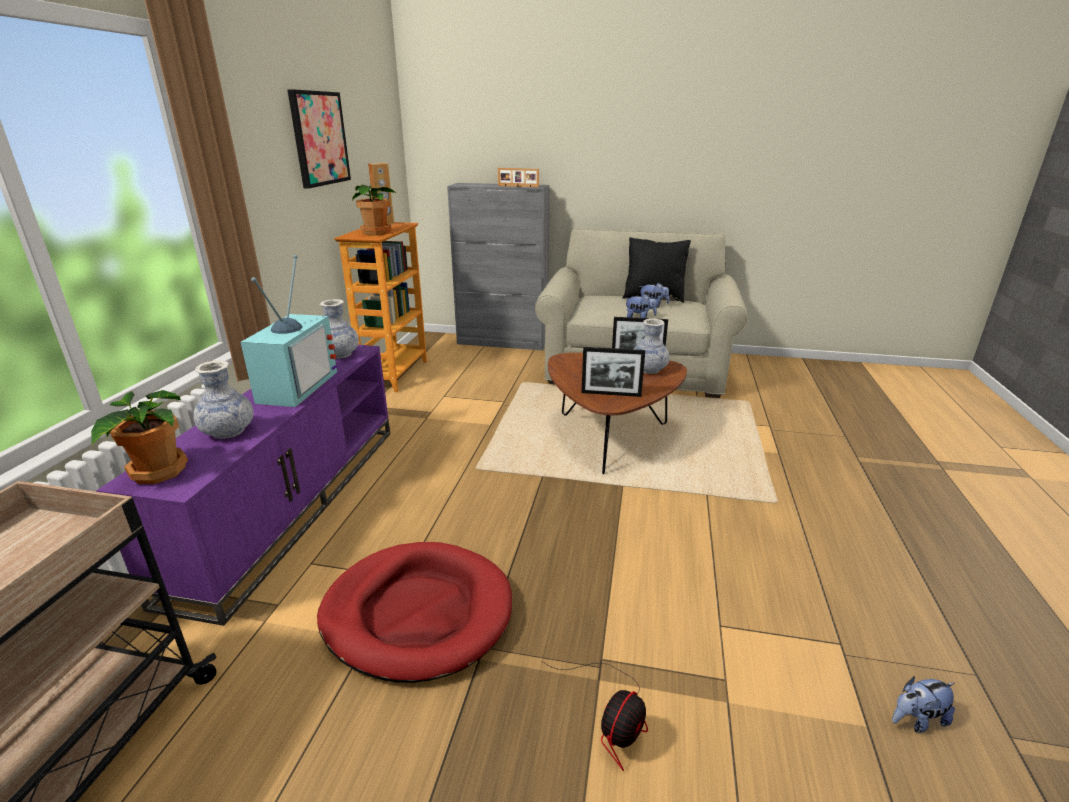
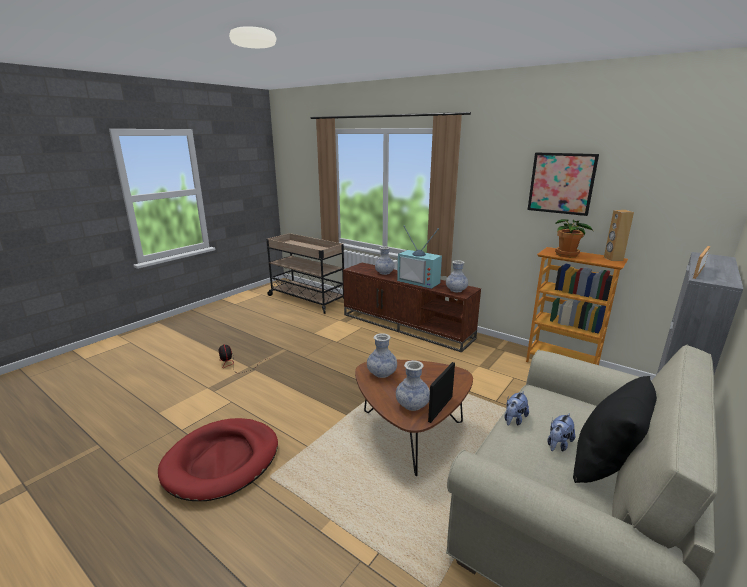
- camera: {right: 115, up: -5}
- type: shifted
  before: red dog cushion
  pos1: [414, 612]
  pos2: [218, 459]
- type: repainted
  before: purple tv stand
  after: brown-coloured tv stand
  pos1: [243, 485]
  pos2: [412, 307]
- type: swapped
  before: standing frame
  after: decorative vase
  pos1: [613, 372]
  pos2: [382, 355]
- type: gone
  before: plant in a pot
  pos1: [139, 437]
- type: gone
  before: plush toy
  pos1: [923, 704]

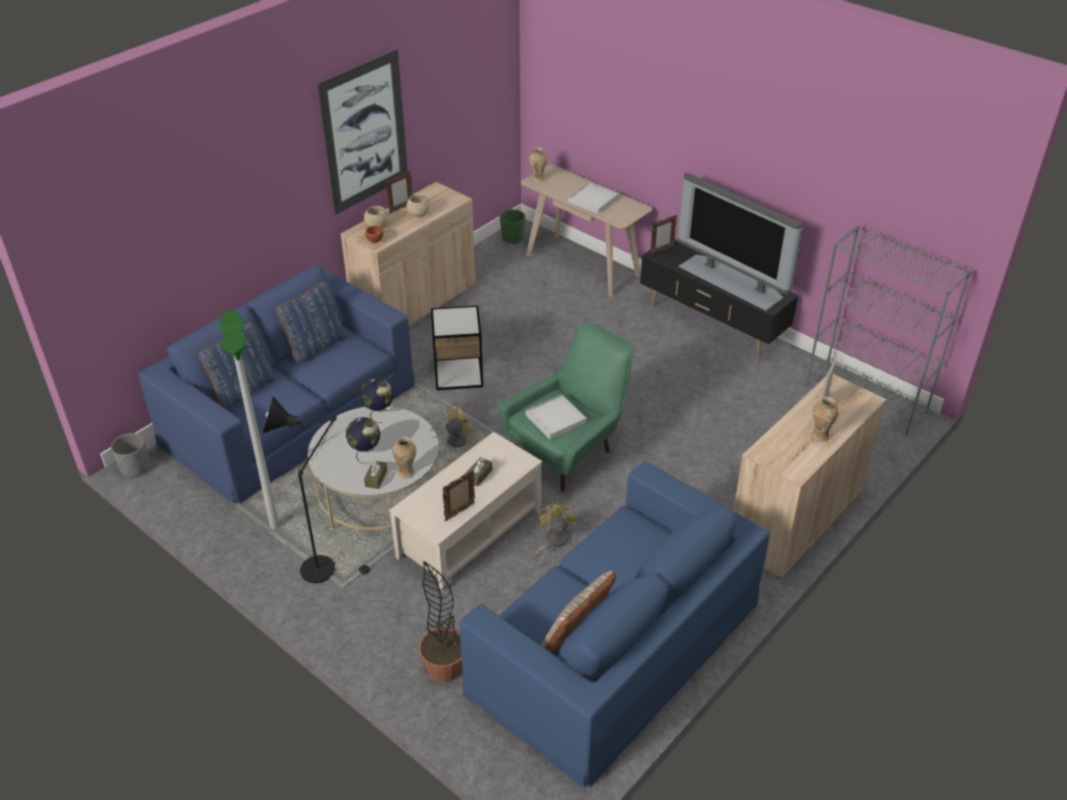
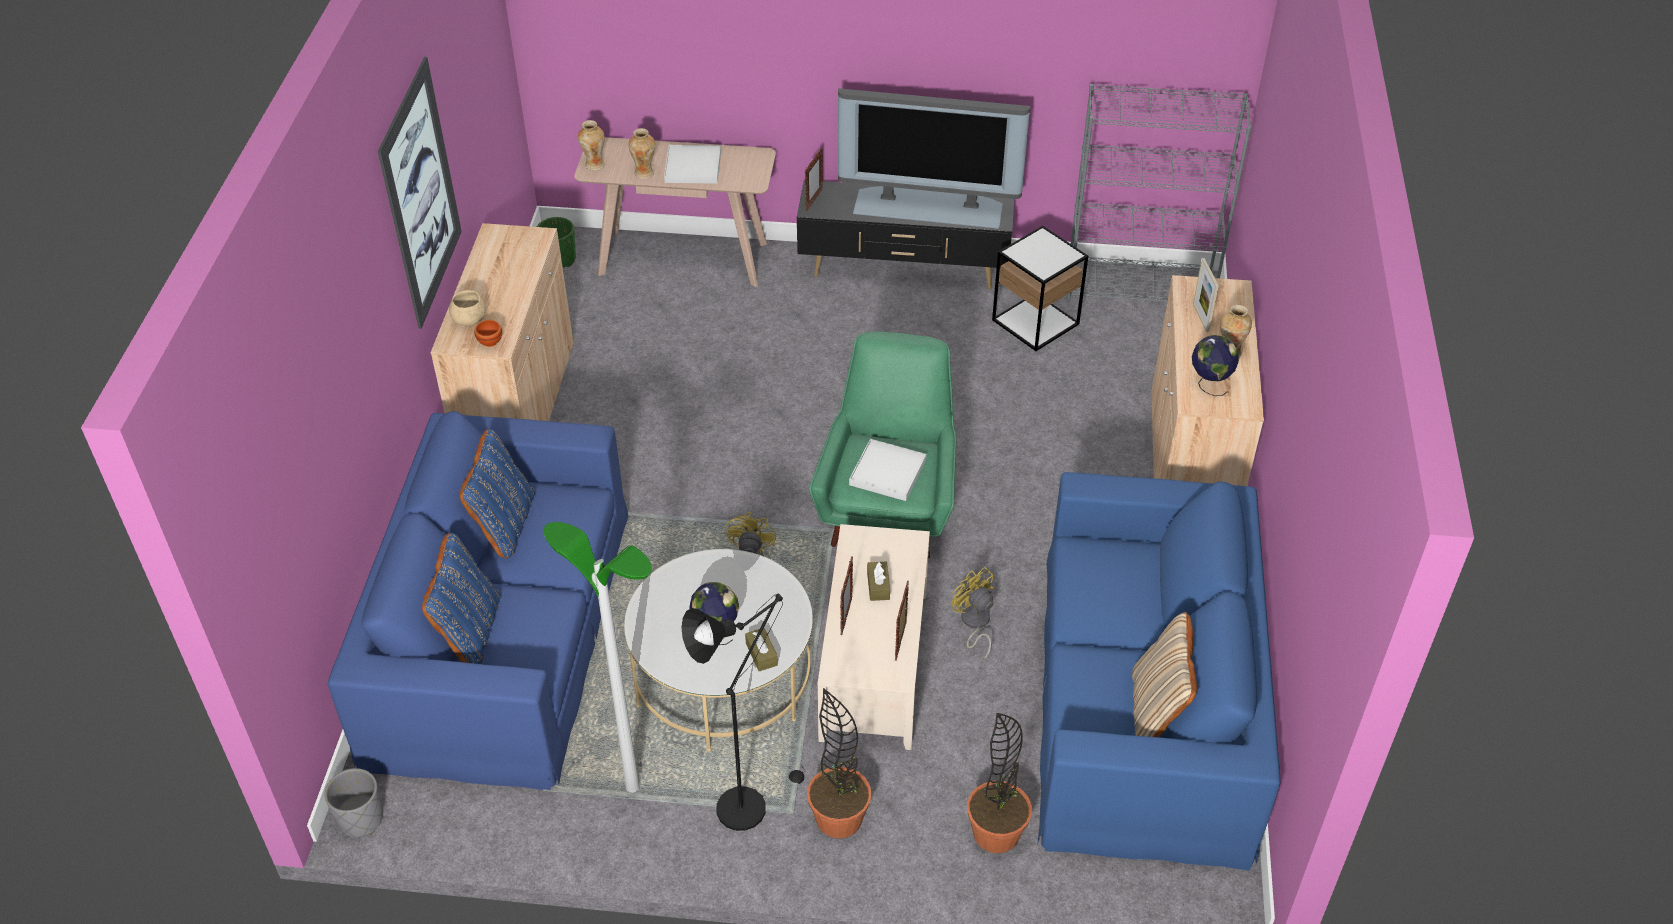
- camera: {right: -35, up: 5}
- type: shifted
  before: decorative vase
  pos1: [404, 457]
  pos2: [642, 153]
- type: new
  after: plant in a pot
  pos2: [839, 763]
- type: shifted
  before: standing frame
  pos1: [399, 192]
  pos2: [846, 595]
- type: shifted
  before: side table
  pos1: [457, 348]
  pos2: [1040, 288]
- type: shifted
  before: globe
  pos1: [376, 400]
  pos2: [1215, 365]
- type: gone
  before: beige-coloured deep dish
  pos1: [418, 205]

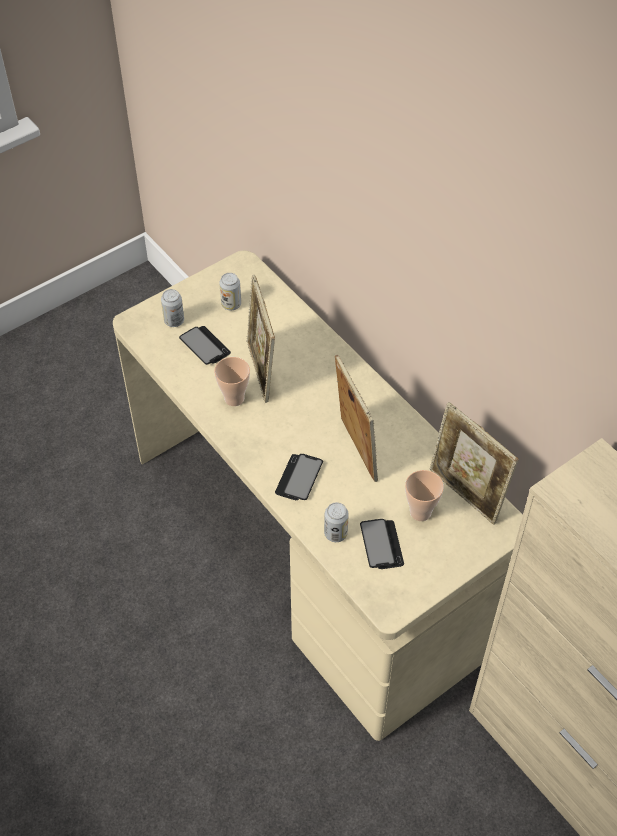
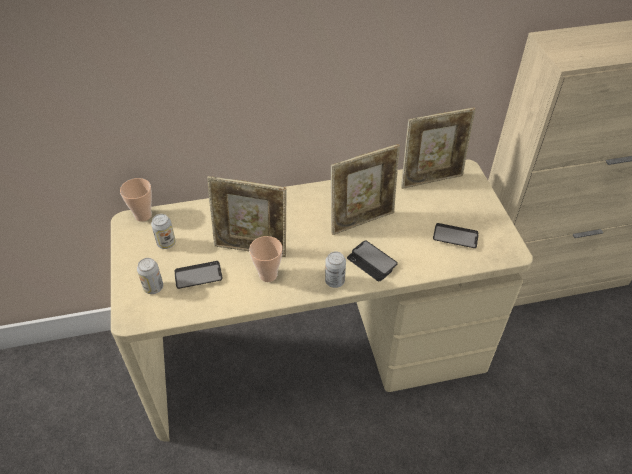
- camera: {right: -65, up: -5}
- type: shifted
  before: cup
  pos1: [424, 495]
  pos2: [136, 200]
- type: shifted
  before: can
  pos1: [336, 522]
  pos2: [335, 269]
- type: rotated
  before: standing frame
  pos1: [356, 418]
  pos2: [365, 189]
  turn: 150

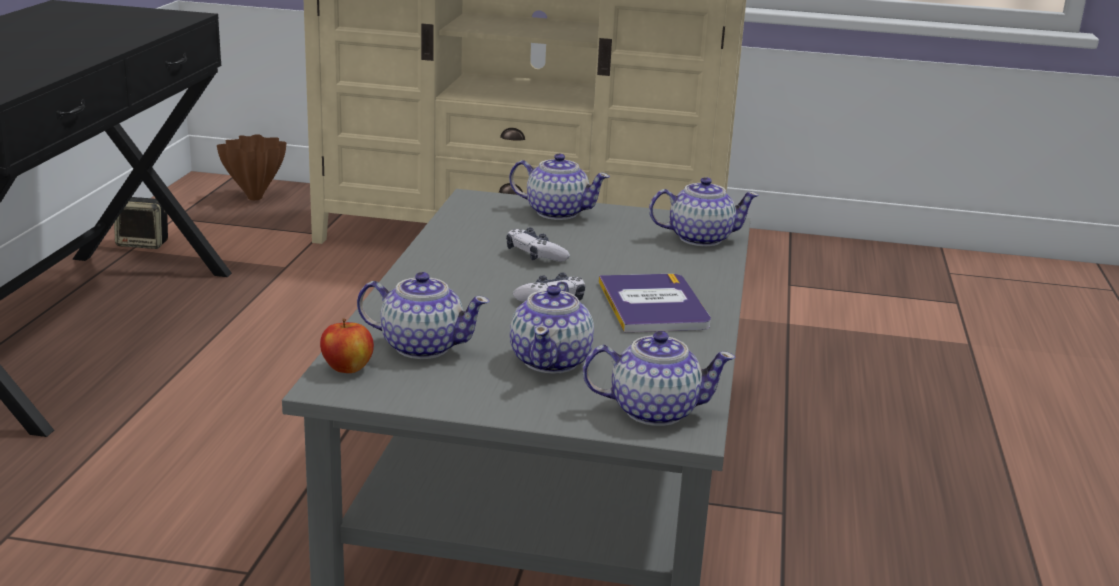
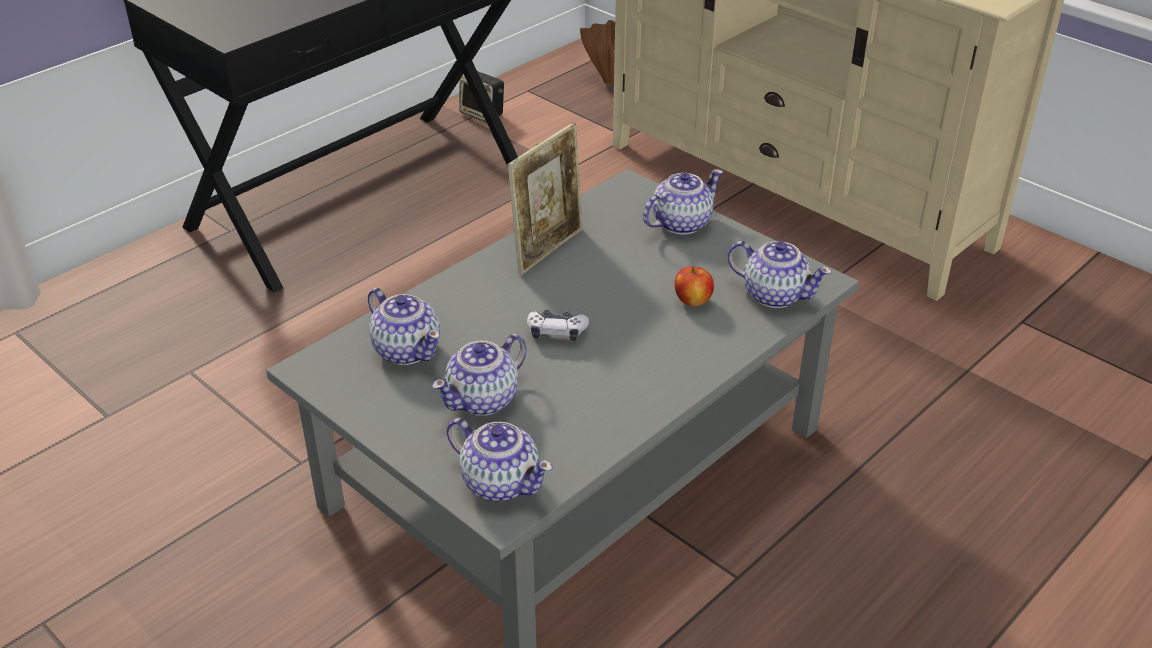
- camera: {right: 35, up: 15}
- type: new
  after: standing frame
  pos2: [545, 199]
- type: rotated
  before: teapot
  pos1: [559, 187]
  pos2: [683, 202]
  turn: -90
- type: shifted
  before: whole apple
  pos1: [347, 345]
  pos2: [694, 286]
- type: gone
  before: game controller
  pos1: [538, 245]
- type: gone
  before: volume
  pos1: [655, 303]

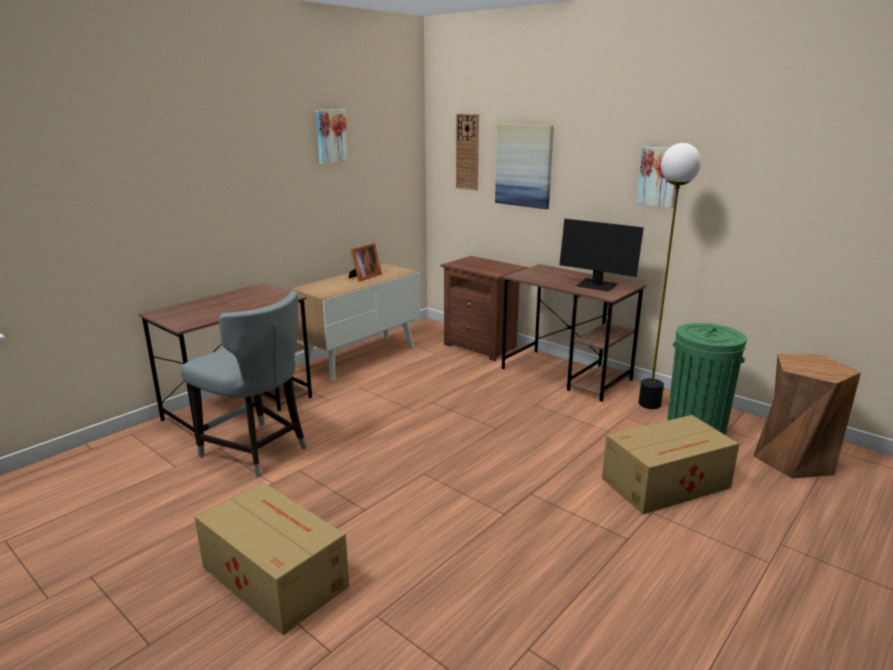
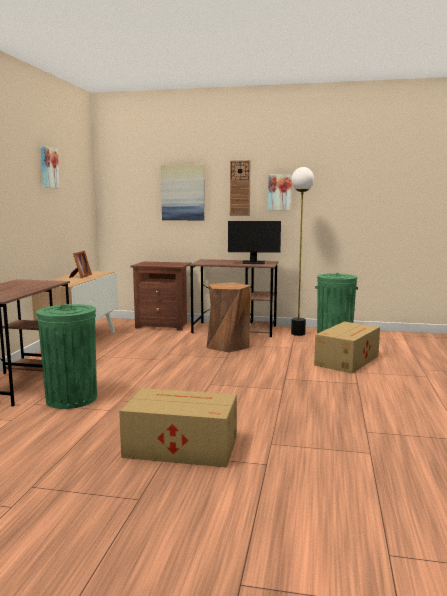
- camera: {right: -30, up: -10}
- type: swapped
  before: greyish plain chair
  after: greenish waste bin
  pos1: [244, 384]
  pos2: [66, 356]
- type: shifted
  before: brown-coloured stool seat
  pos1: [807, 416]
  pos2: [229, 317]
- type: shifted
  before: wall clock
  pos1: [467, 152]
  pos2: [240, 188]

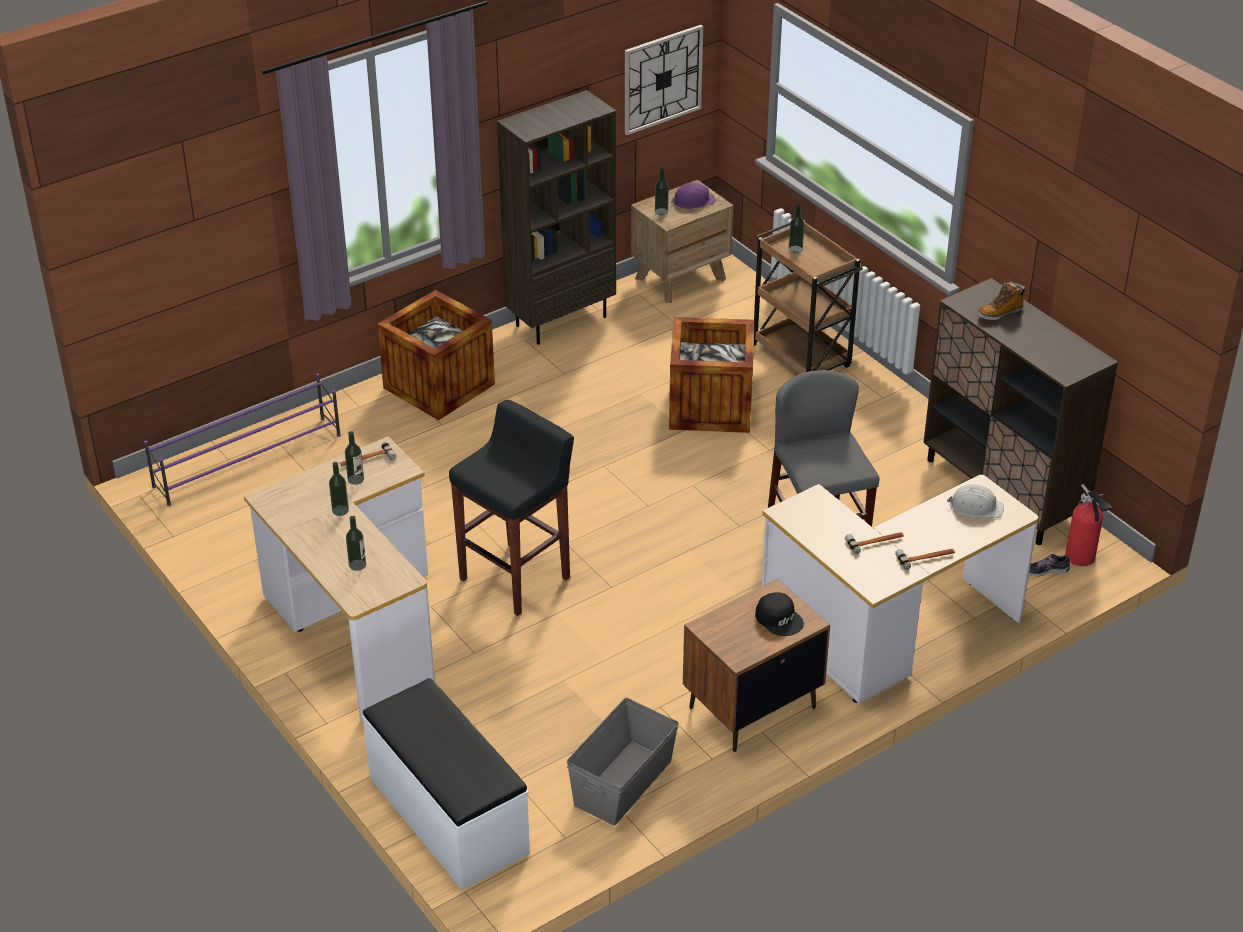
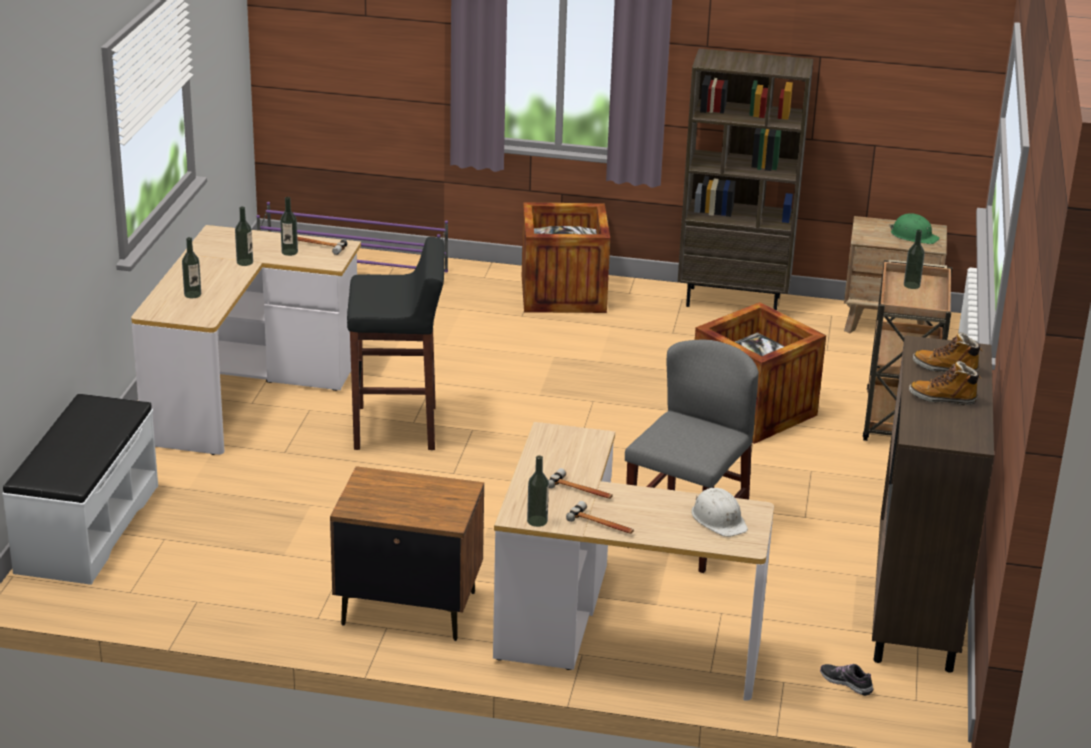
- camera: {right: 45, up: -10}
- type: shifted
  before: bottle
  pos1: [662, 191]
  pos2: [538, 491]
- type: repainted
  before: purple hard hat
  after: greenish hard hat
  pos1: [693, 195]
  pos2: [914, 228]
- type: new
  after: boot
  pos2: [945, 383]
- type: gone
  before: greyish storage bin
  pos1: [623, 762]
- type: gone
  before: wall clock
  pos1: [664, 80]
- type: gone
  before: black baseball cap
  pos1: [779, 614]
- type: gone
  before: fire-fighting cylinder
  pos1: [1088, 525]

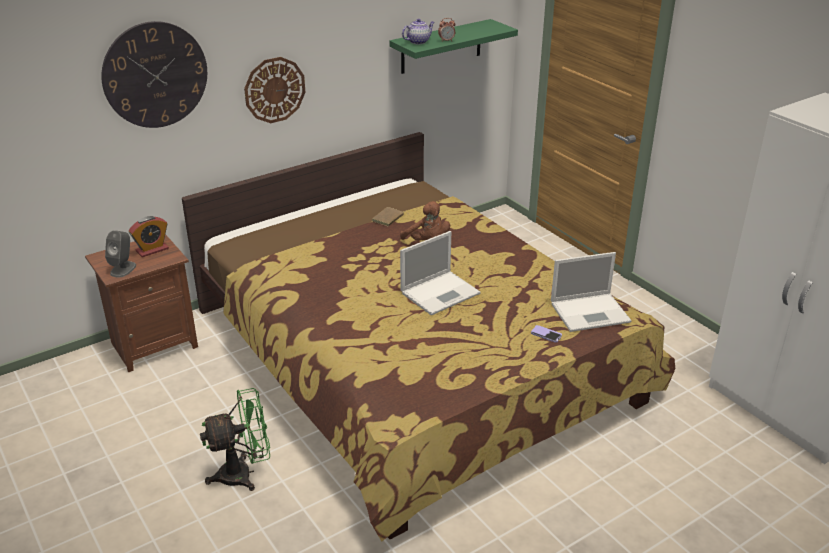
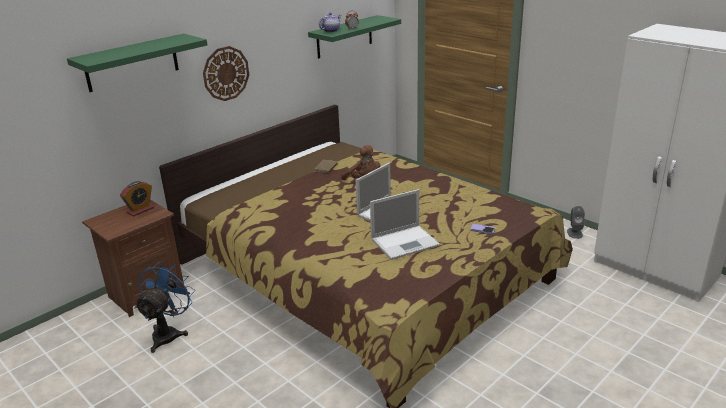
- camera: {right: -10, up: -5}
- type: swapped
  before: wall clock
  after: greenish wall shelf
  pos1: [154, 74]
  pos2: [137, 63]
- type: new
  after: blue-coloured electric fan
  pos2: [165, 307]
- type: shifted
  before: laptop
  pos1: [591, 292]
  pos2: [405, 224]
- type: shifted
  before: greyish loudspeaker
  pos1: [120, 253]
  pos2: [576, 222]
- type: gone
  before: greenish electric fan
  pos1: [235, 439]

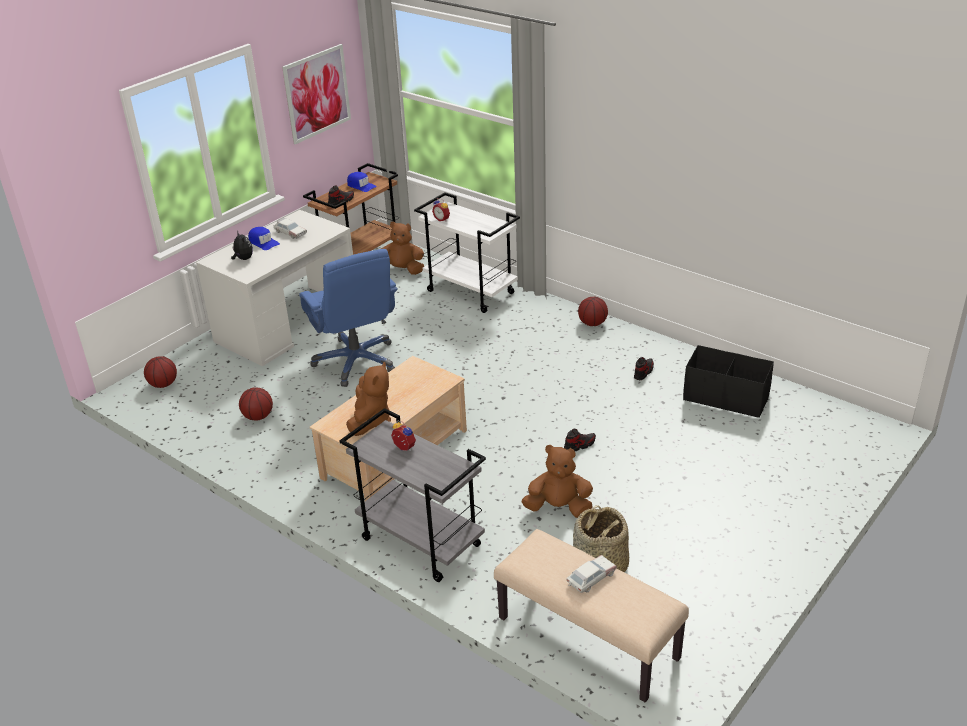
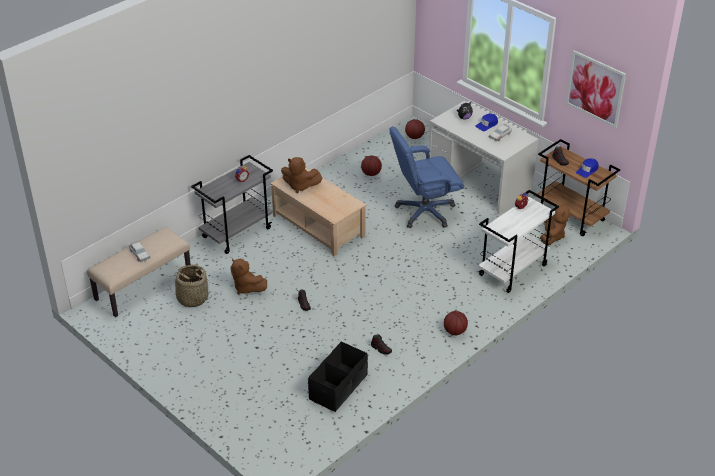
- camera: {right: 95, up: 5}
- type: rotated
  before: brown-coloured plush toy
  pos1: [557, 481]
  pos2: [248, 276]
  turn: 120

